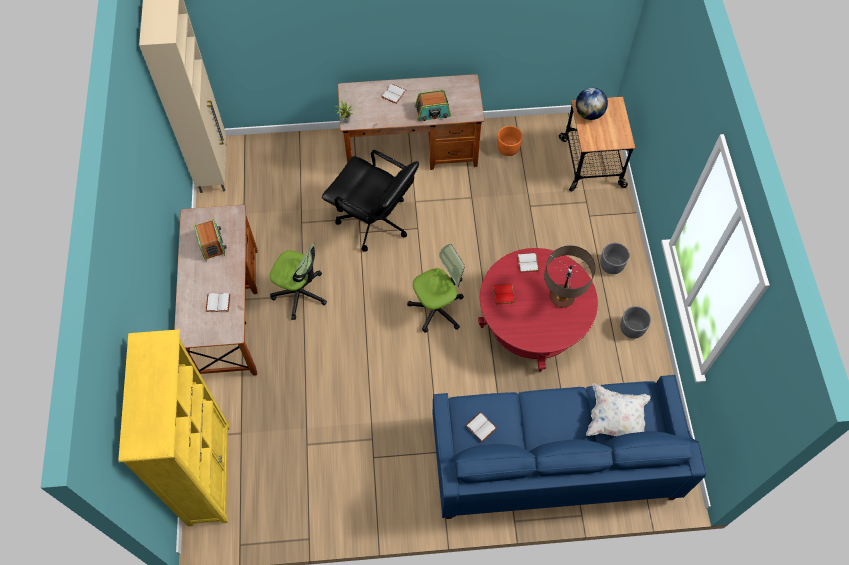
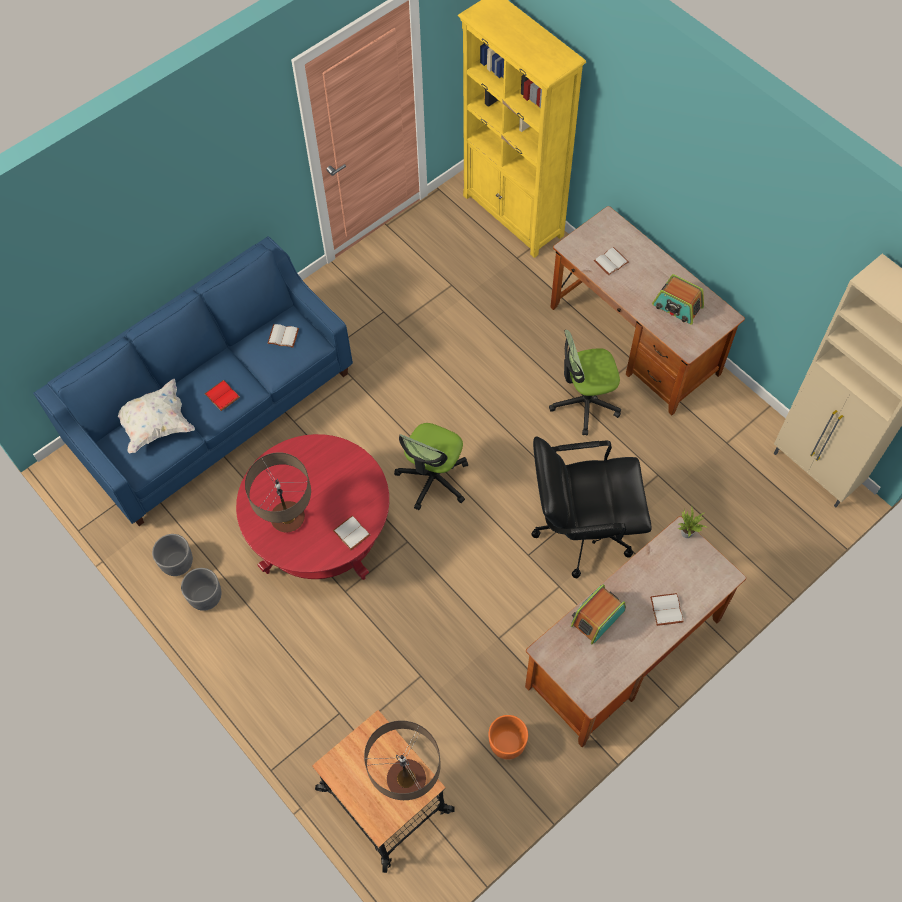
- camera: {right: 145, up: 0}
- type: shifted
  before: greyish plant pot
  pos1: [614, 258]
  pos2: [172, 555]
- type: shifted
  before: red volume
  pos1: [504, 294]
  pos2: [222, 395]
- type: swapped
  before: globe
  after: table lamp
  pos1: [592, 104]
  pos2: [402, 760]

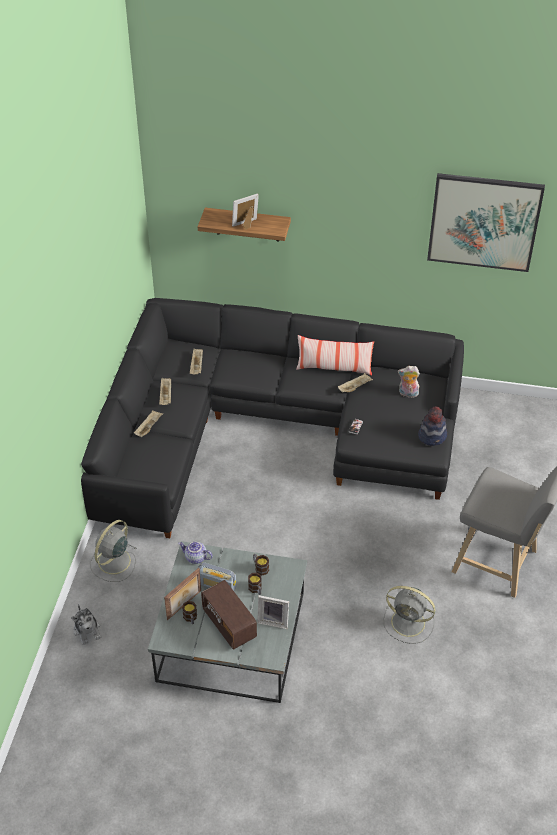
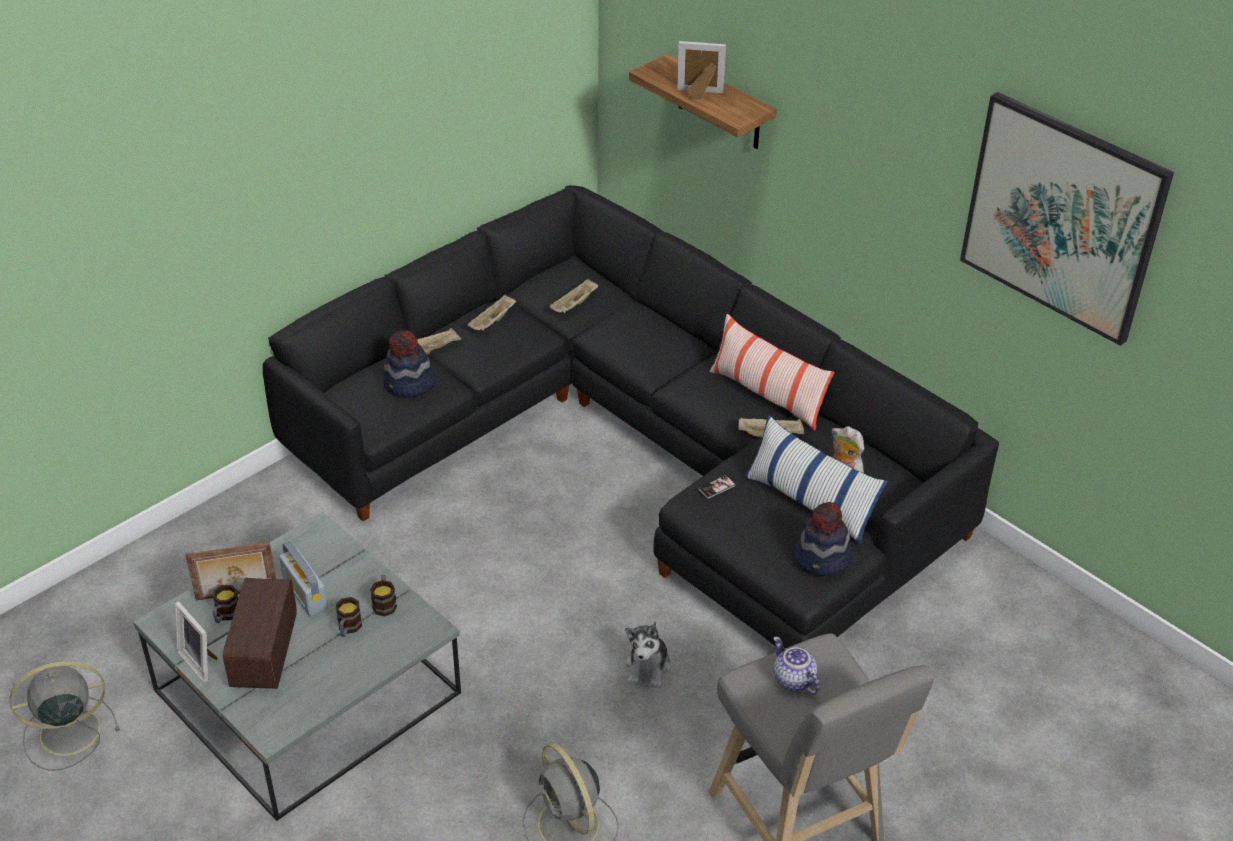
- camera: {right: 35, up: -5}
- type: shifted
  before: greyish electric fan
  pos1: [113, 551]
  pos2: [65, 716]
- type: shifted
  before: standing frame
  pos1: [273, 612]
  pos2: [196, 642]
- type: new
  after: hat
  pos2: [409, 364]
- type: shifted
  before: plush toy
  pos1: [86, 624]
  pos2: [648, 655]
- type: new
  after: pillow
  pos2: [815, 480]
- type: shifted
  before: teapot
  pos1: [195, 553]
  pos2: [797, 666]

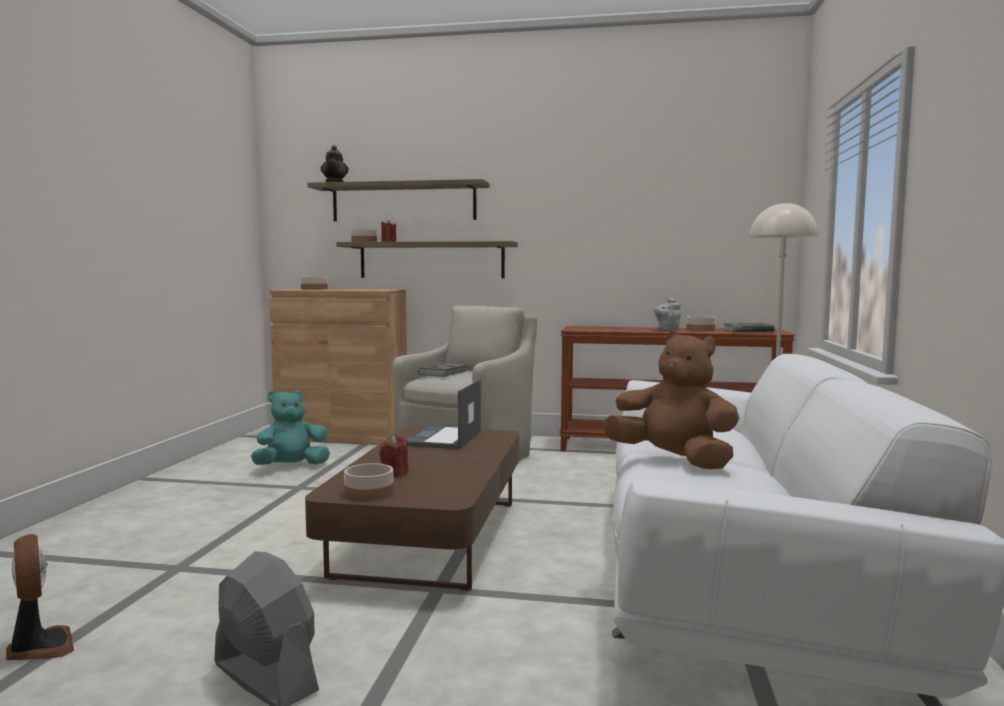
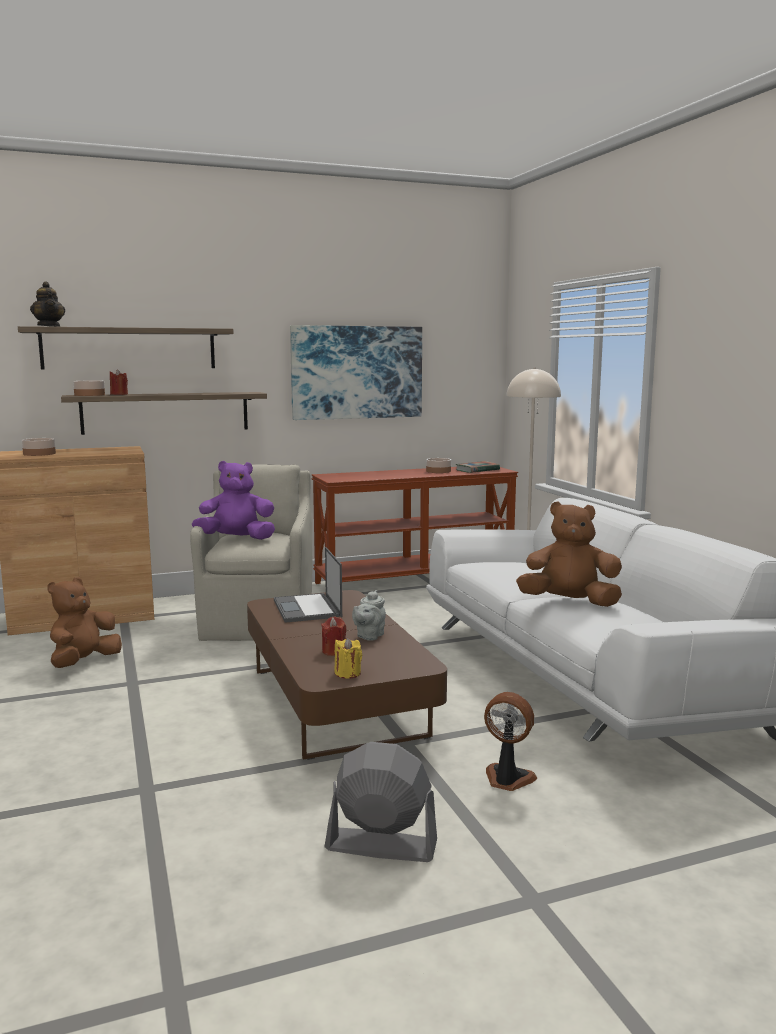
- camera: {right: -30, up: 5}
- type: repainted
  before: blue-green plush toy
  after: brown-coloured plush toy
  pos1: [290, 428]
  pos2: [85, 622]
- type: swapped
  before: volume
  after: purple plush toy
  pos1: [442, 370]
  pos2: [233, 500]
- type: new
  after: wall art
  pos2: [356, 372]
- type: swapped
  before: deep dish
  after: yellowish candle
  pos1: [369, 481]
  pos2: [348, 658]
- type: shifted
  before: greyish teapot
  pos1: [667, 314]
  pos2: [369, 615]
- type: shifted
  before: electric fan
  pos1: [40, 597]
  pos2: [510, 741]

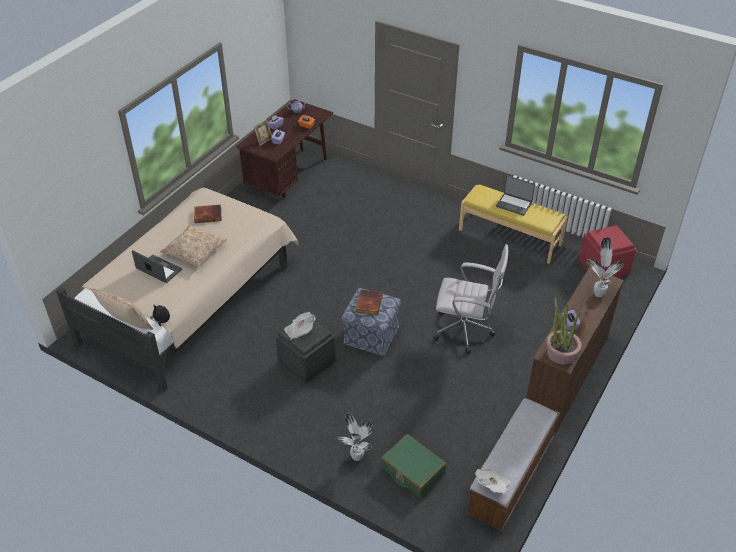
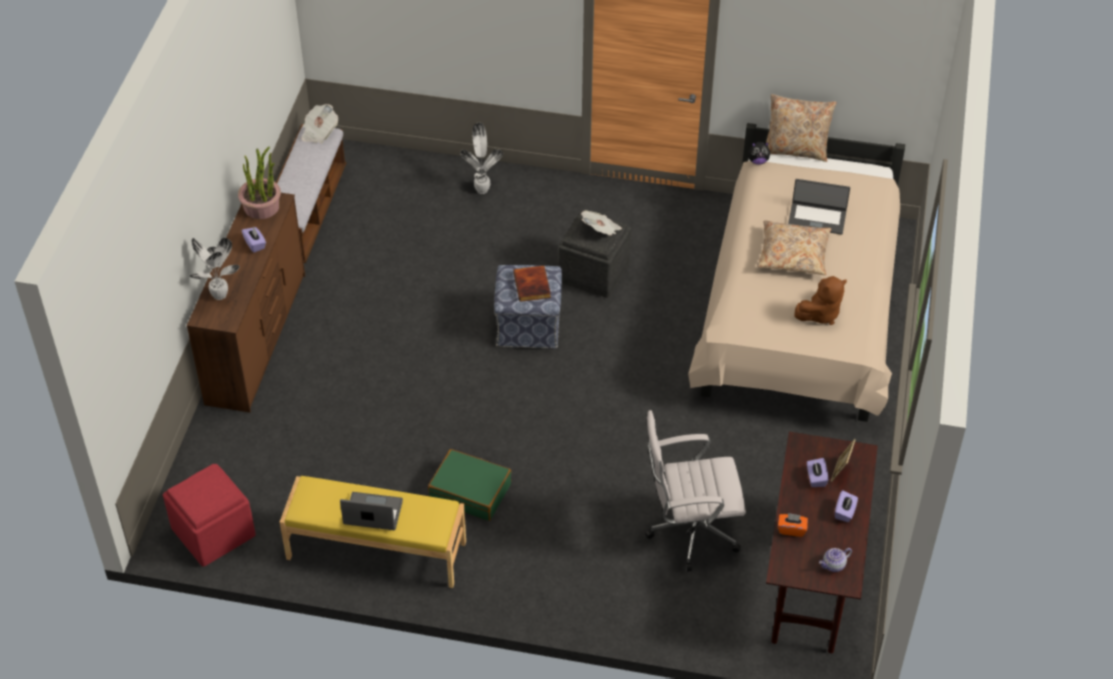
- camera: {right: 160, up: 5}
- type: shifted
  before: greenish suitcase
  pos1: [413, 466]
  pos2: [470, 485]
- type: shifted
  before: whitish office chair
  pos1: [470, 299]
  pos2: [695, 491]
- type: swapped
  before: volume
  after: brown-coloured plush toy
  pos1: [207, 214]
  pos2: [820, 300]

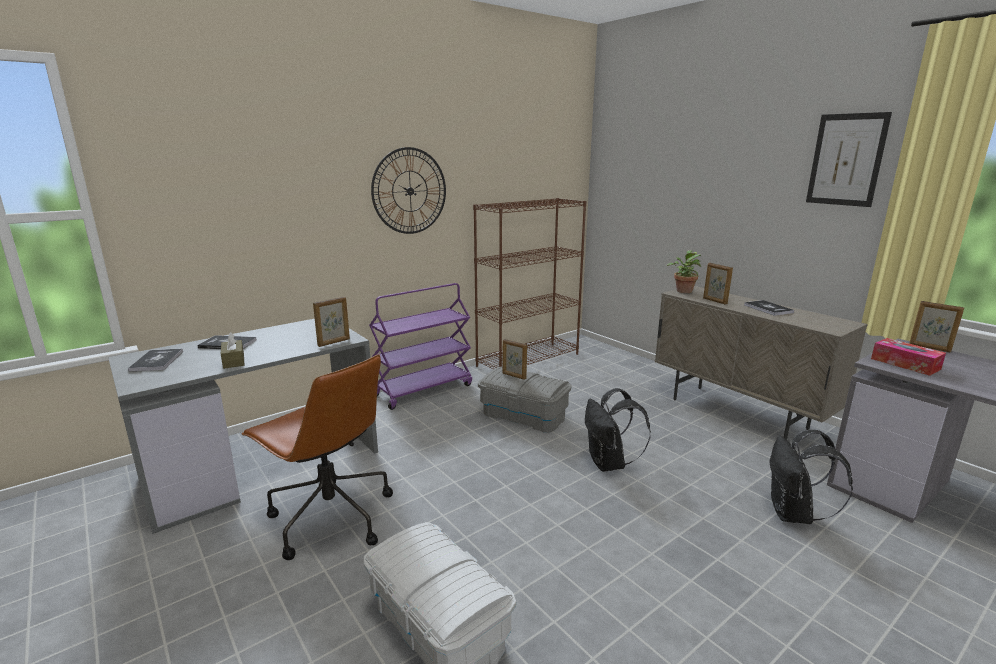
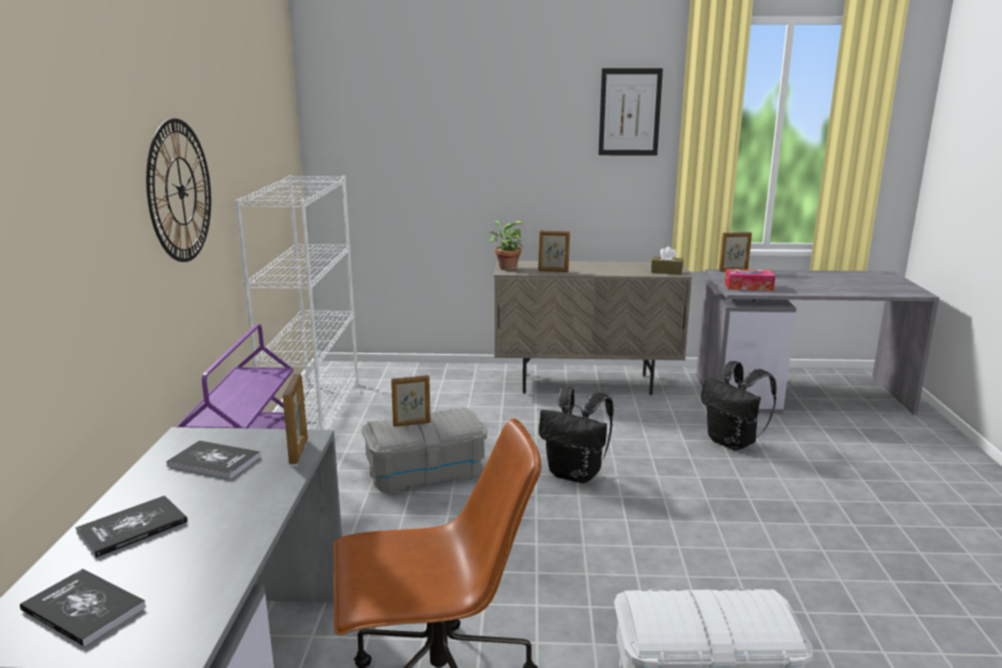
- camera: {right: -50, up: 0}
- type: shifted
  before: volume
  pos1: [769, 308]
  pos2: [213, 460]
- type: repainted
  before: brown-coloured bookshelf
  after: whitish bookshelf
  pos1: [529, 284]
  pos2: [297, 303]
- type: shifted
  before: brown-coloured tissue box
  pos1: [232, 350]
  pos2: [667, 260]

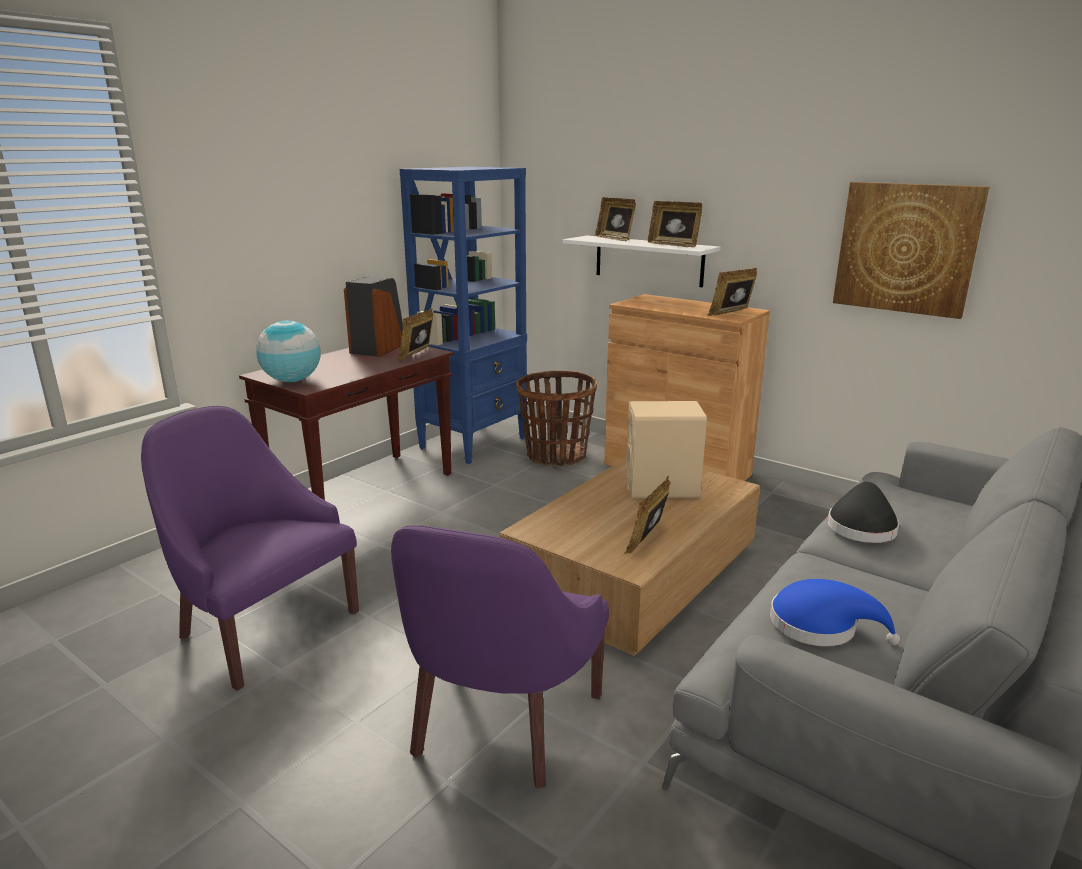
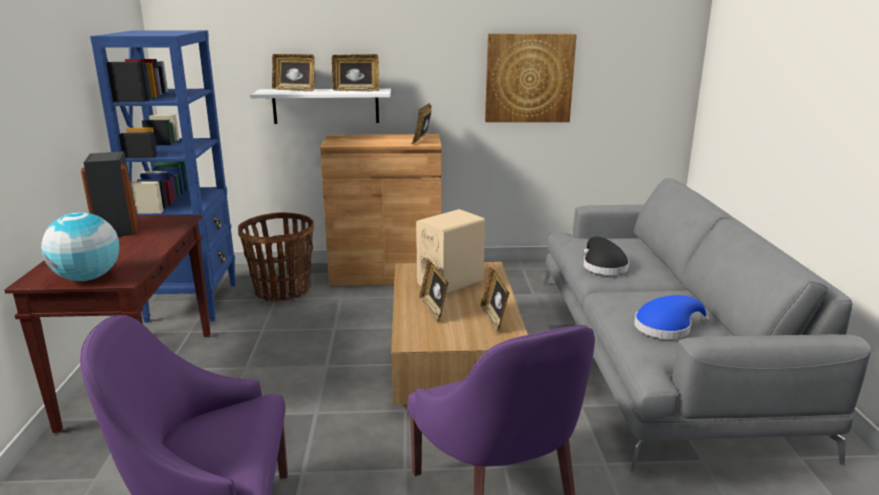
- camera: {right: -40, up: 0}
- type: shifted
  before: standing frame
  pos1: [415, 335]
  pos2: [433, 290]

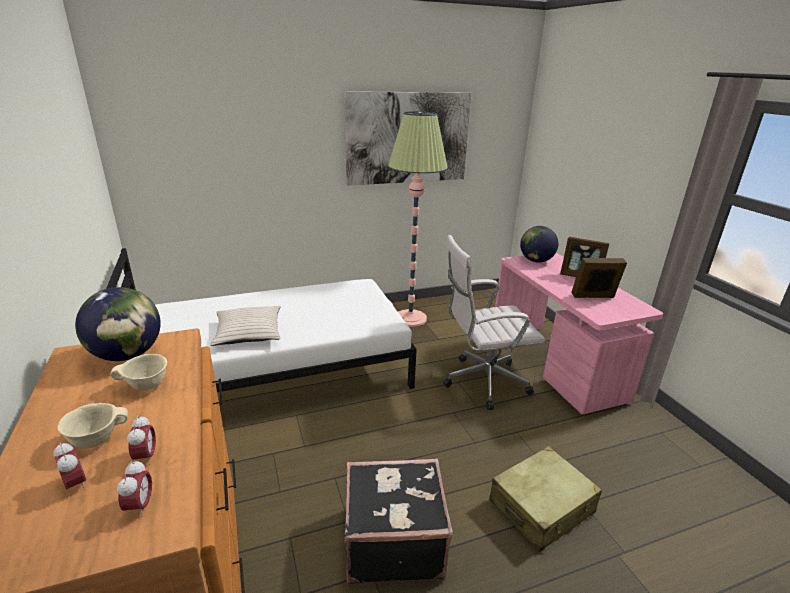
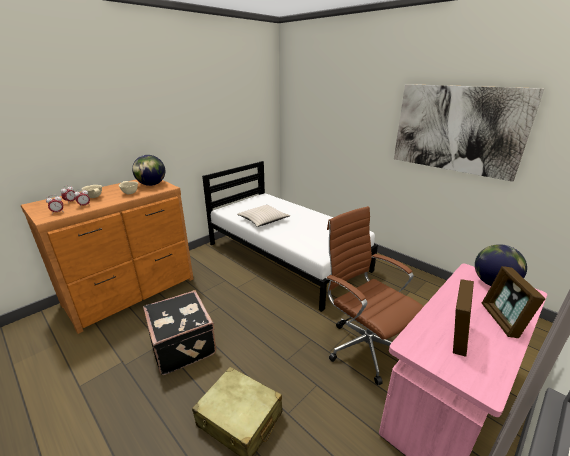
- camera: {right: 65, up: 0}
- type: repainted
  before: whitish office chair
  after: brown-coloured office chair
  pos1: [494, 322]
  pos2: [374, 295]
- type: rotated
  before: standing frame
  pos1: [599, 278]
  pos2: [463, 318]
  turn: 60
- type: gone
  before: standing lamp
  pos1: [418, 219]

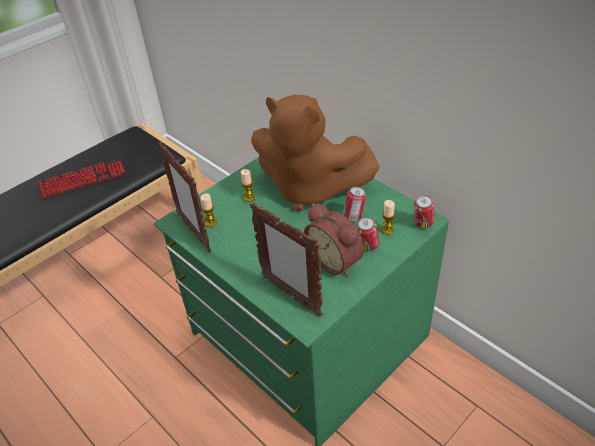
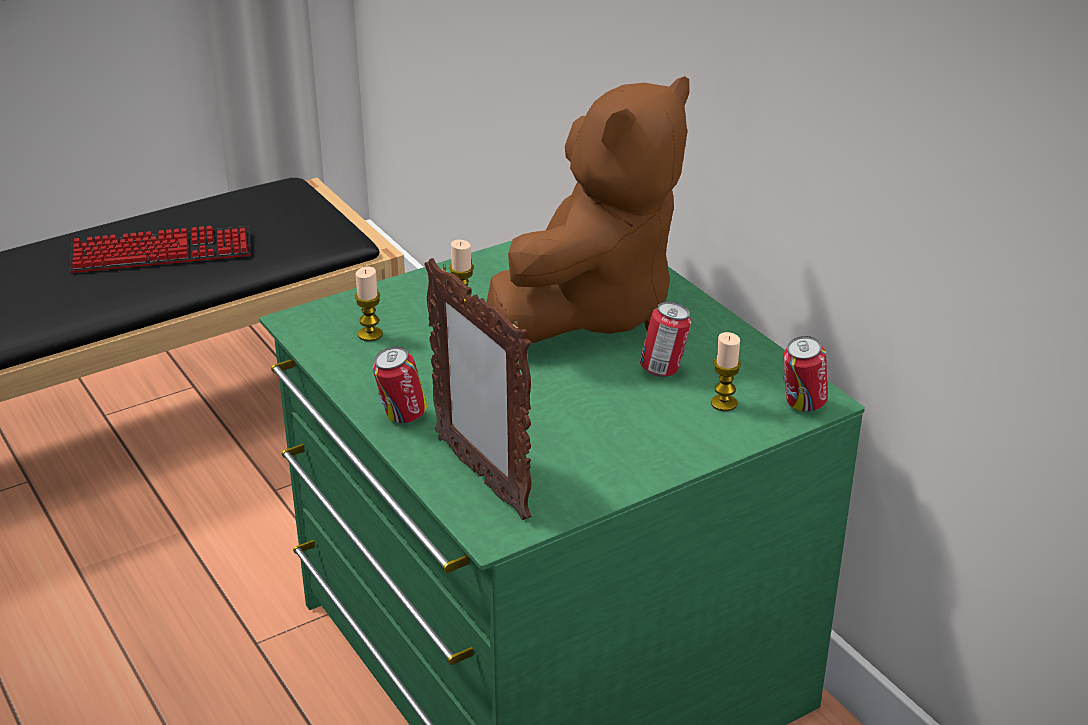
- camera: {right: 10, up: -10}
- type: shifted
  before: can
  pos1: [367, 234]
  pos2: [400, 384]
- type: rotated
  before: brown-coloured plush toy
  pos1: [315, 153]
  pos2: [588, 209]
  turn: -90
- type: gone
  before: standing frame
  pos1: [184, 197]
- type: gone
  before: table clock
  pos1: [334, 240]

